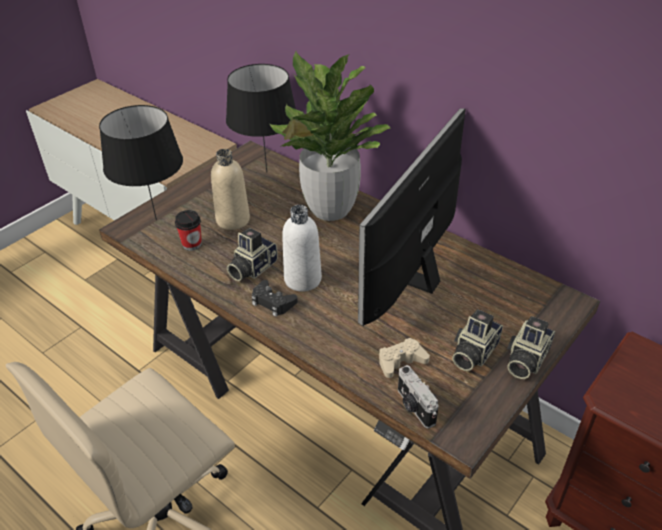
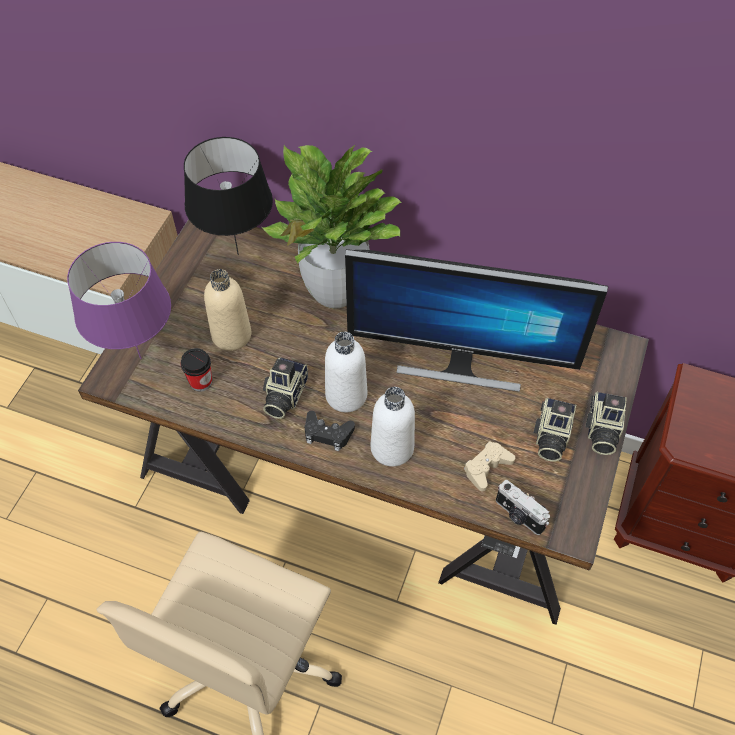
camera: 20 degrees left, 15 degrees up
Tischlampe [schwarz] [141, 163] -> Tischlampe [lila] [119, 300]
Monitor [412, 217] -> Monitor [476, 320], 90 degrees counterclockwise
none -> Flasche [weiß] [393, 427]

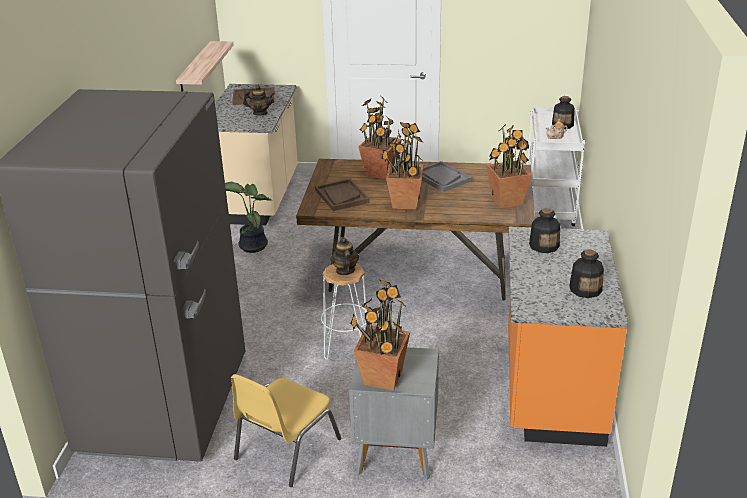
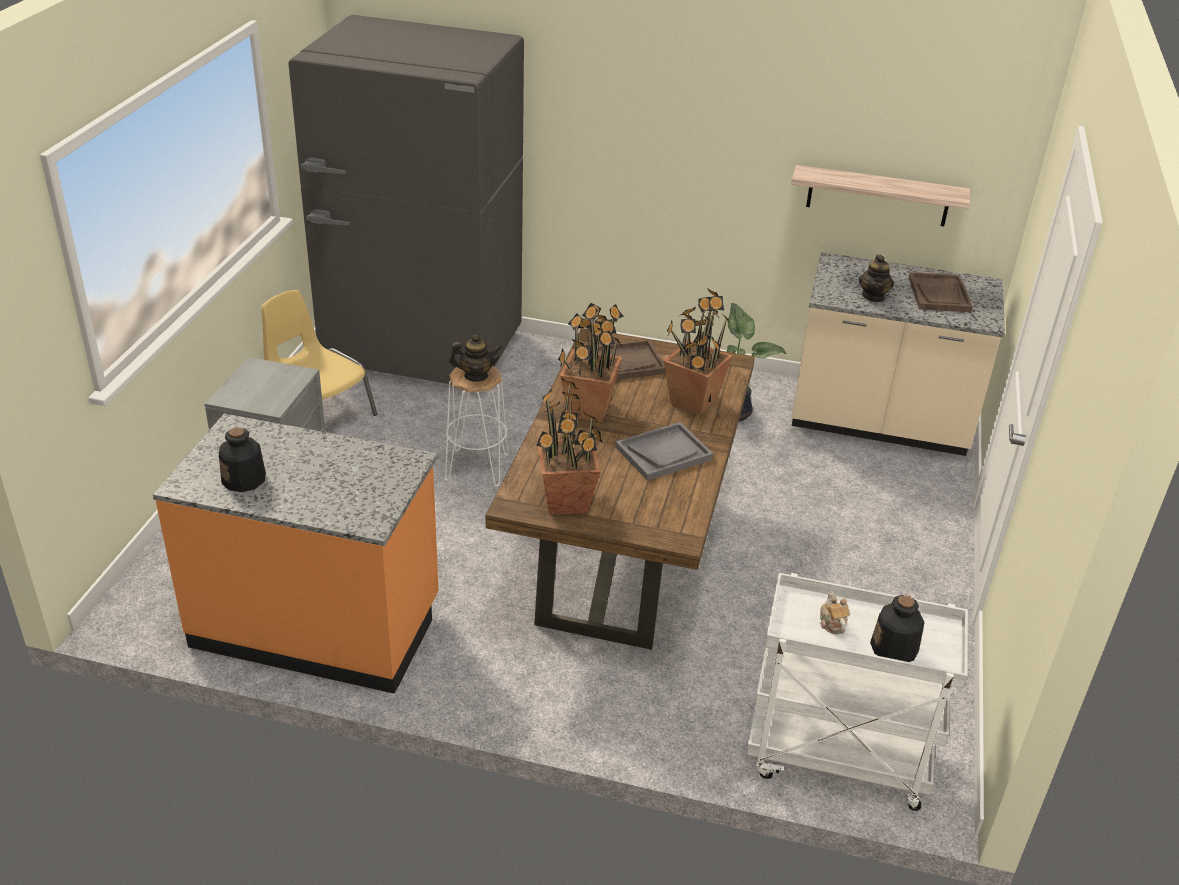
camera: 95 degrees right, 5 degrees up
Flasche [544, 230] -> none
Topfpflanze [380, 335] -> none

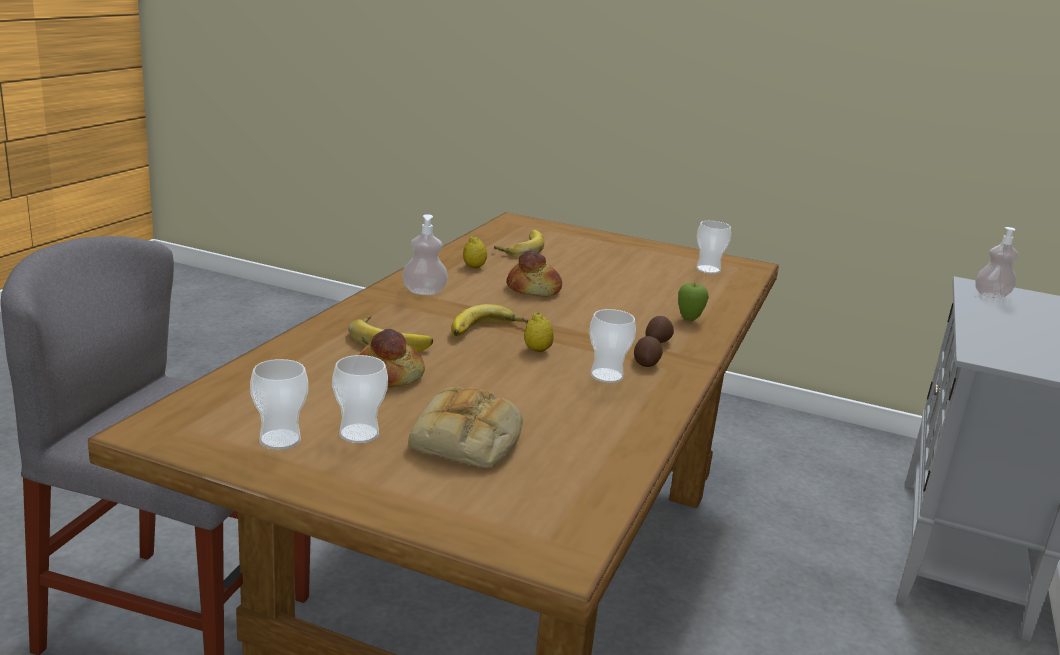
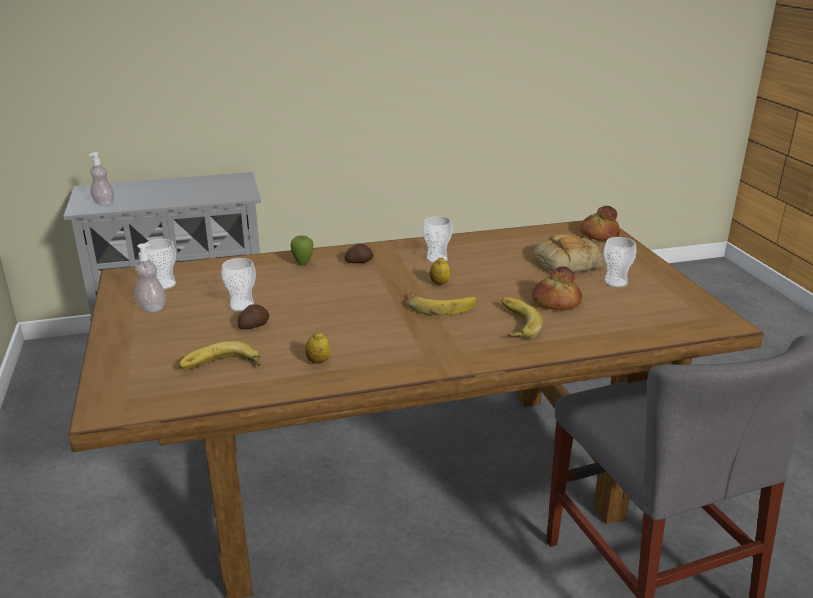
camera: 125 degrees left, 5 degrees up
Seifenspender [425, 254] -> Seifenspender [150, 278], move
Brot [534, 273] -> Brot [599, 223], move
Kartoffel [648, 351] -> Kartoffel [253, 316], move
Tasse [279, 404] -> Tasse [238, 285], move

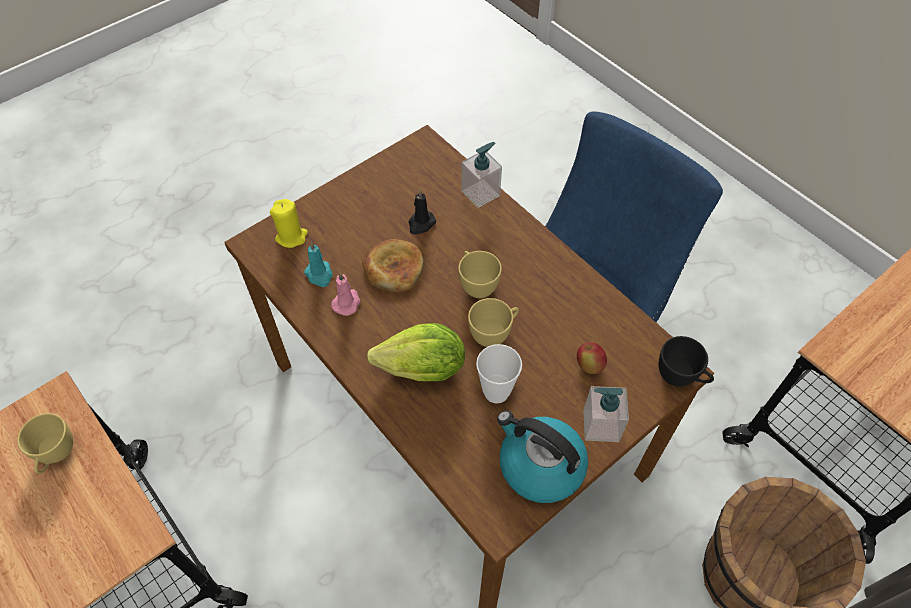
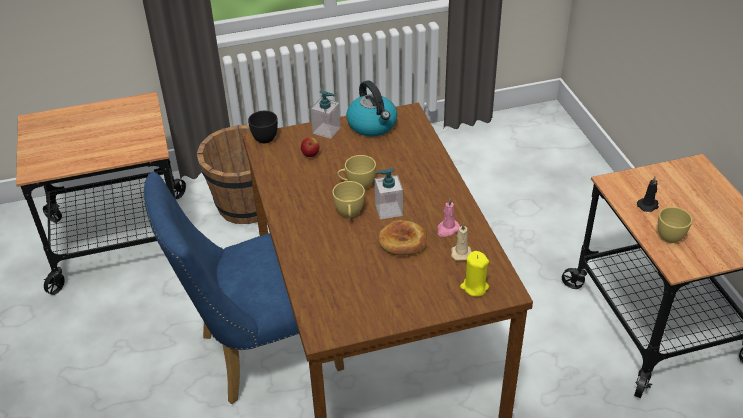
camera: 155 degrees left, 15 degrees down
Seifenspender [481, 175] -> Seifenspender [389, 193], move
Kerze [schwarz] [422, 212] -> Kerze [schwarz] [648, 194], move
Kerze [türkis] [318, 264] -> Kerze [beige] [461, 241]
Salatkopf [416, 352] -> none
Tasse [499, 374] -> none

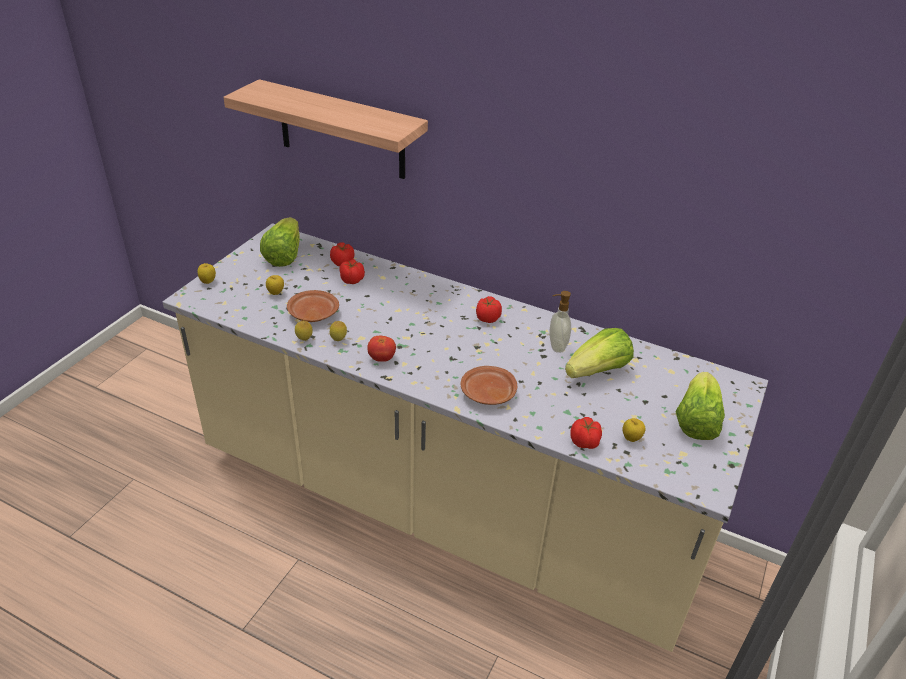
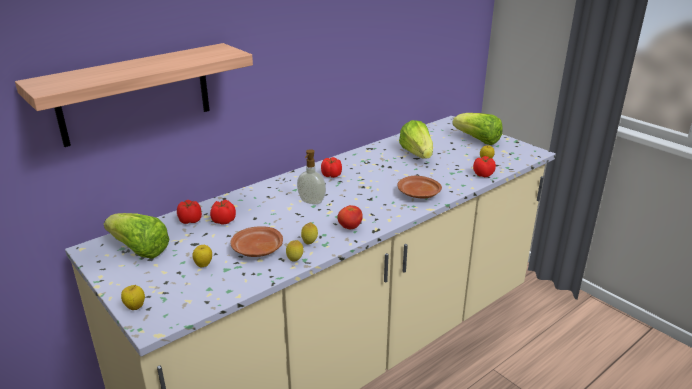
camera: 65 degrees left, 10 degrees down
Seifenspender [560, 322] -> Seifenspender [311, 177], move

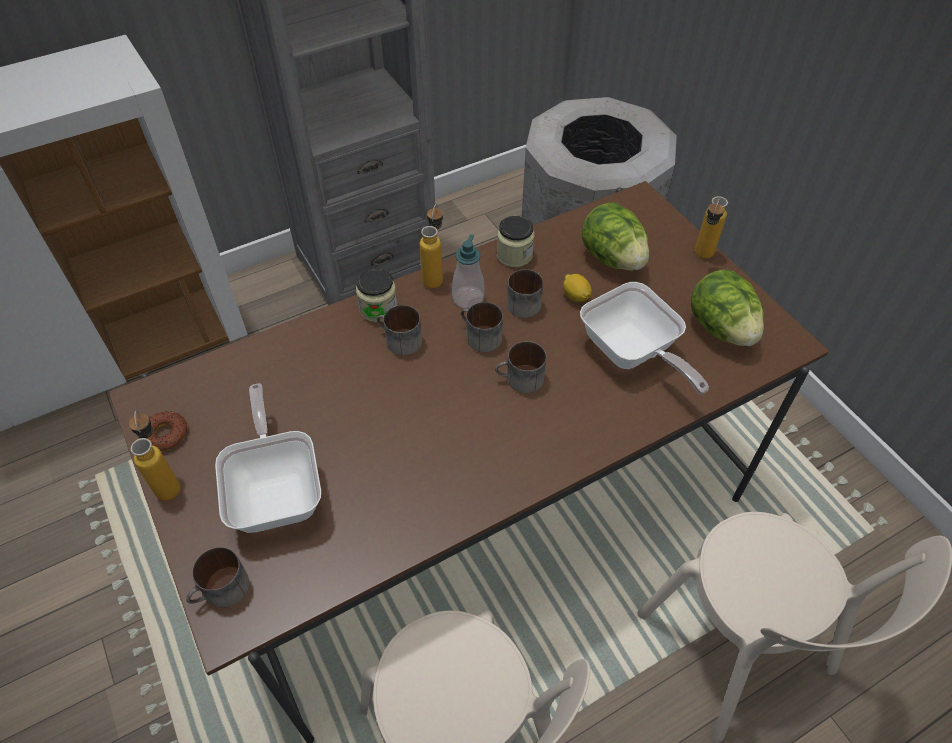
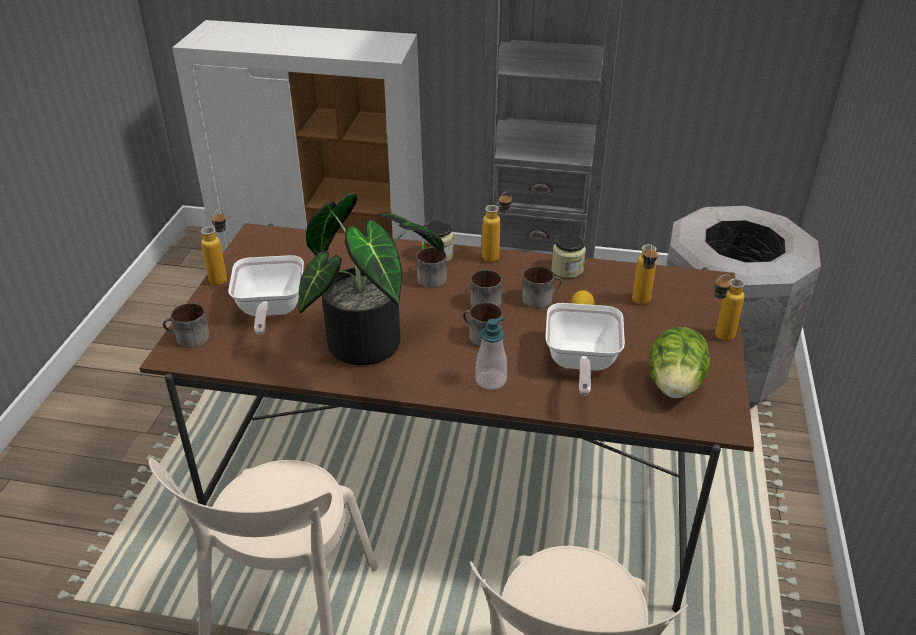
camera: 40 degrees right, 15 degrees down
Salatkopf [615, 236] -> Flasche [645, 275]
Seifenspender [468, 272] -> Seifenspender [491, 353], move
Pfanne [268, 458] -> Pfanne [266, 295], 150 degrees clockwise
Donut [167, 431] -> none
none -> Topfpflanze [371, 279]

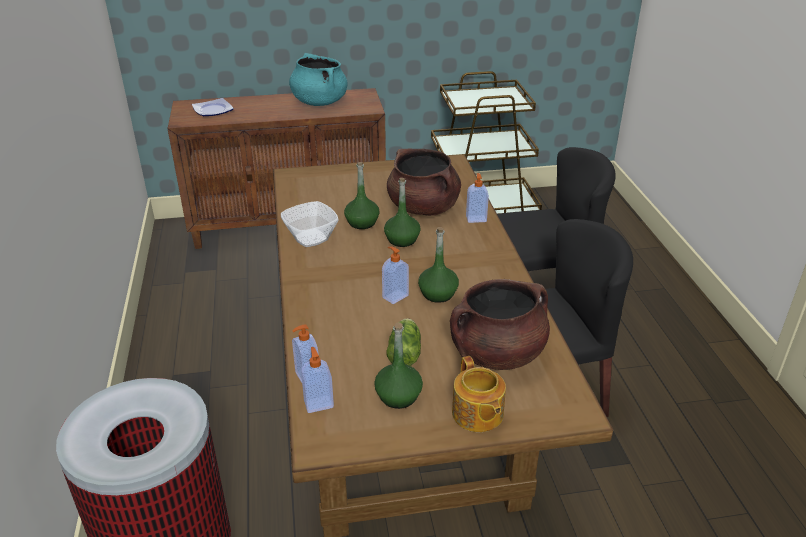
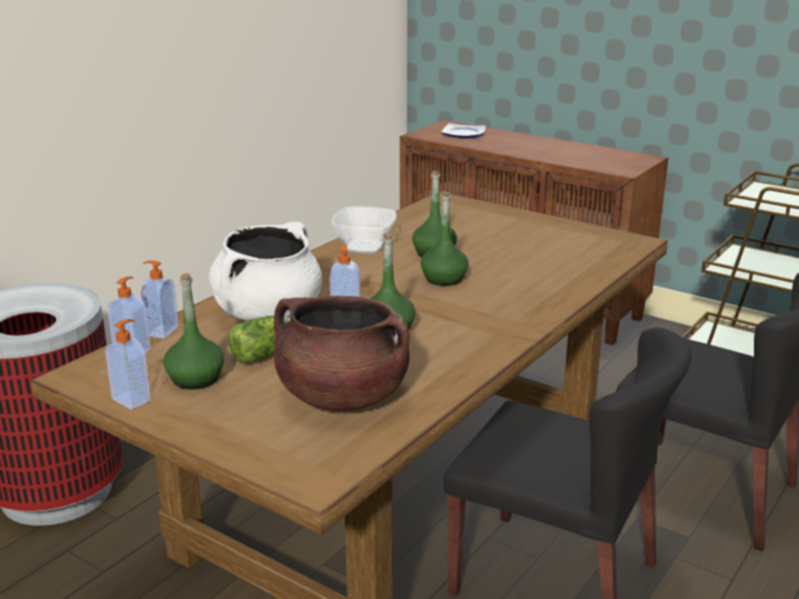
camera: 45 degrees right, 10 degrees down
Kochtopf [türkis] [318, 79] -> none
Kochtopf [braun] [424, 182] -> none
Seifenspender [477, 198] -> Seifenspender [128, 364], move
Teekanne [479, 394] -> none
none -> Kochtopf [weiß] [265, 271]

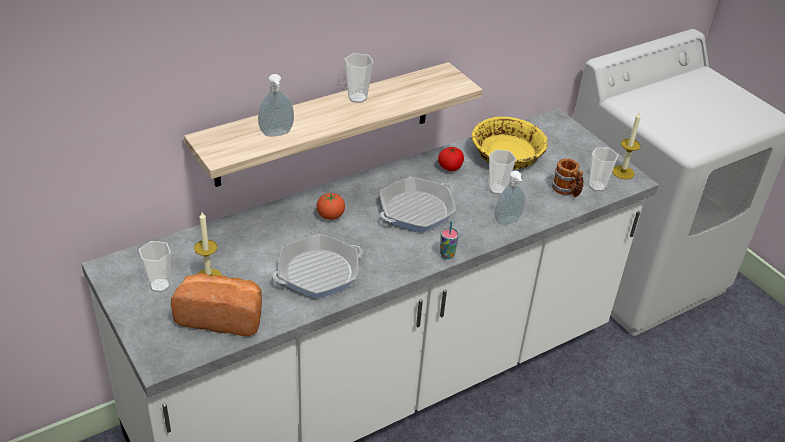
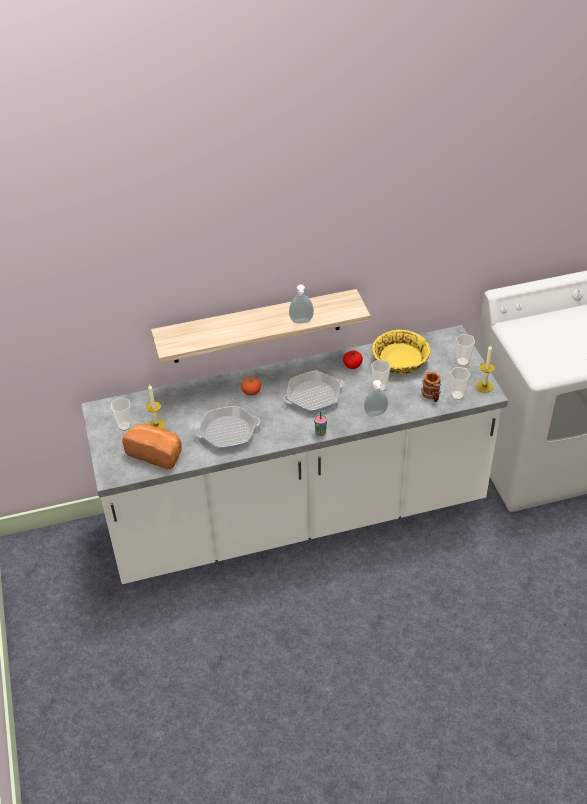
camera: 20 degrees right, 5 degrees up
Tasse [359, 78] -> Tasse [465, 350], move
Seifenspender [276, 105] -> Seifenspender [301, 304], move

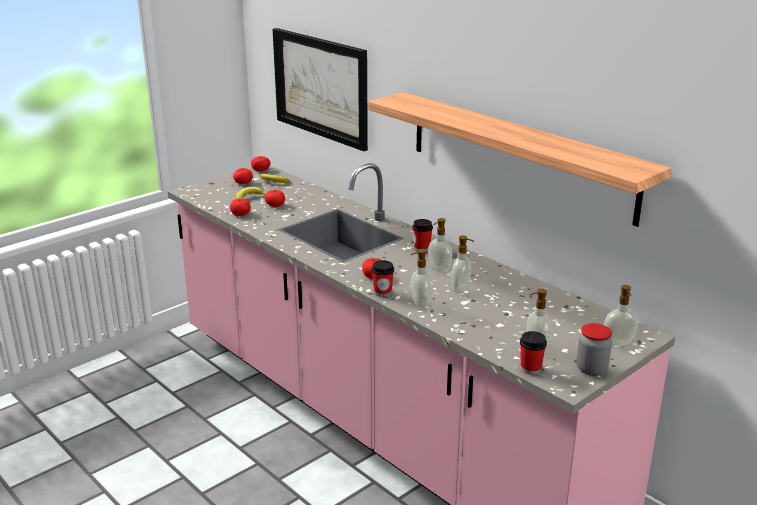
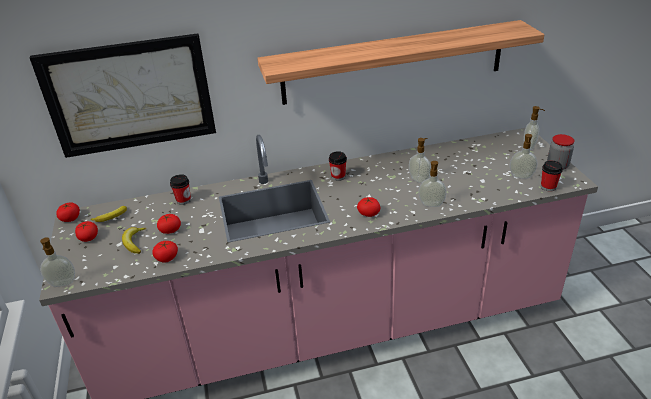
camera: 60 degrees left, 10 degrees up
Seifenspender [440, 245] -> Seifenspender [57, 262], move
Tasse [383, 278] -> Tasse [180, 189], move

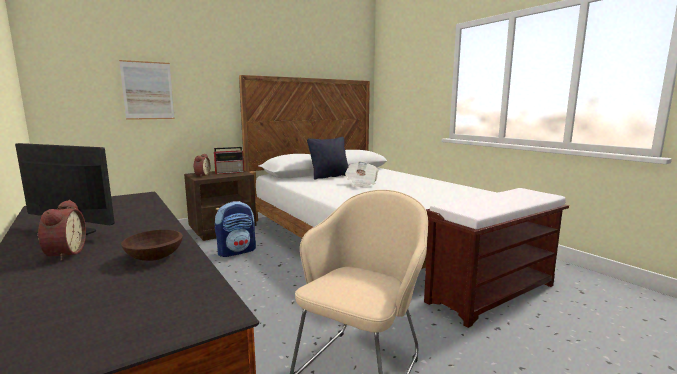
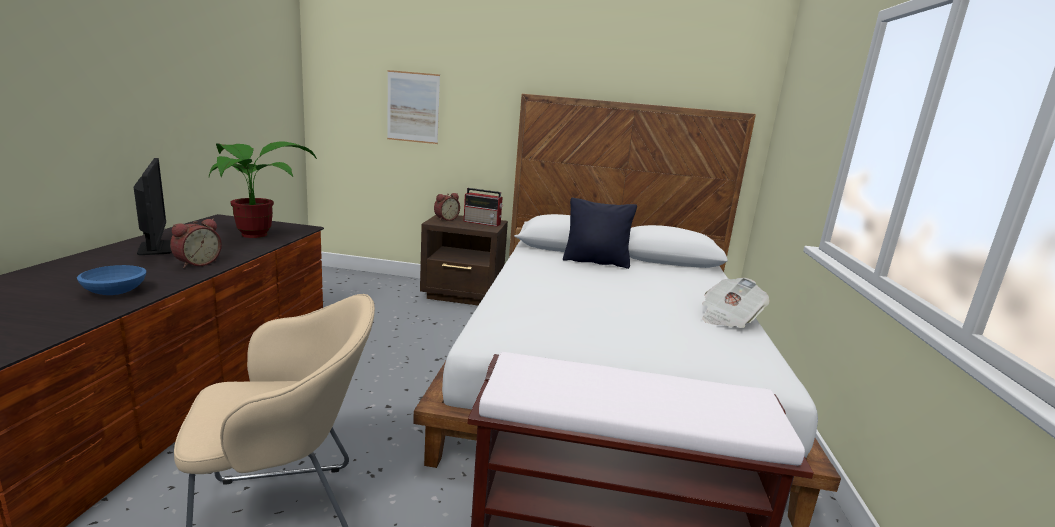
camera: 40 degrees right, 5 degrees up
Zeitung [362, 174] -> Zeitung [736, 303], move
Wecker [61, 230] -> Wecker [196, 243], move
Rucksack [235, 229] -> none
Schüssel [braun] [152, 245] -> Schüssel [blau] [111, 280]
none -> Topfpflanze [263, 190]

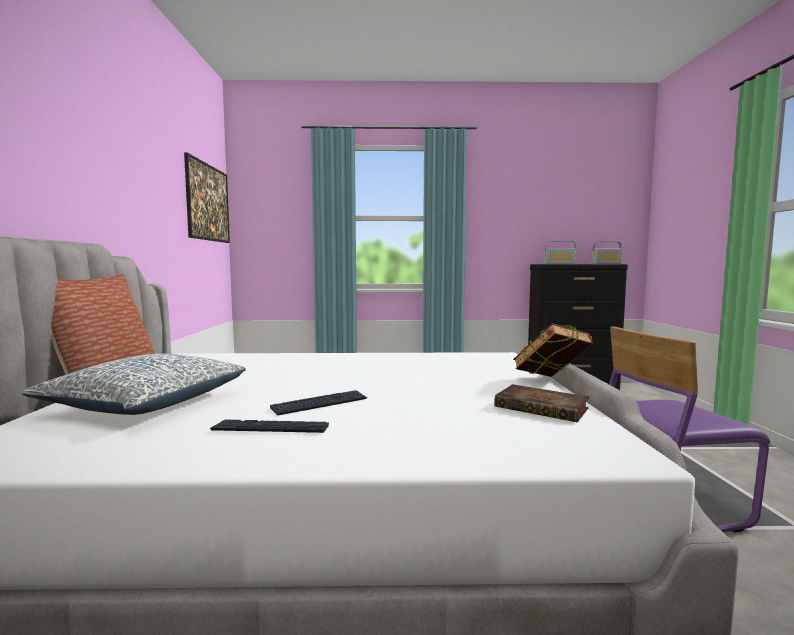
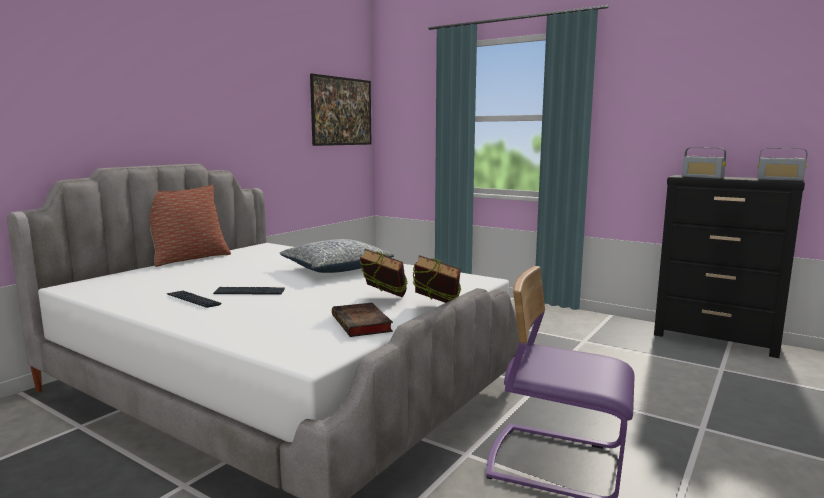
camera: 35 degrees right, 5 degrees up
Kissen [134, 384] -> Kissen [337, 256], move
none -> Buch [383, 273]

